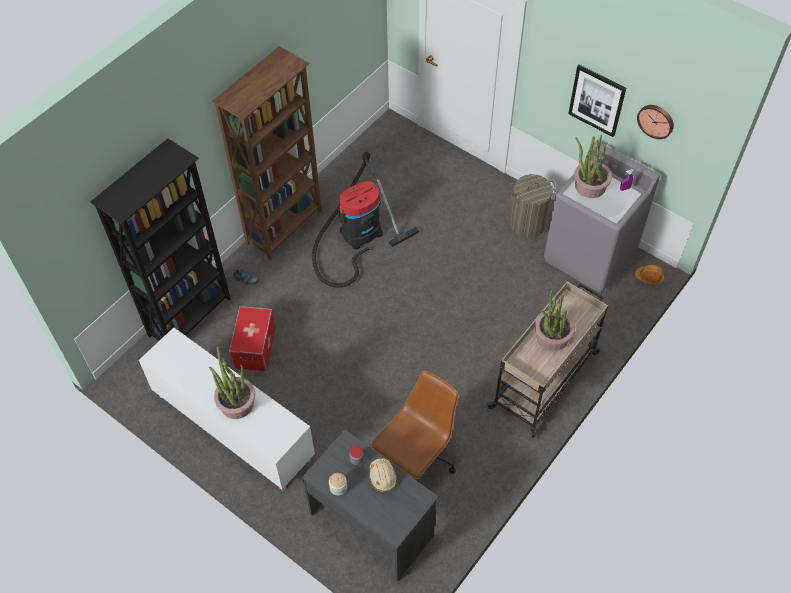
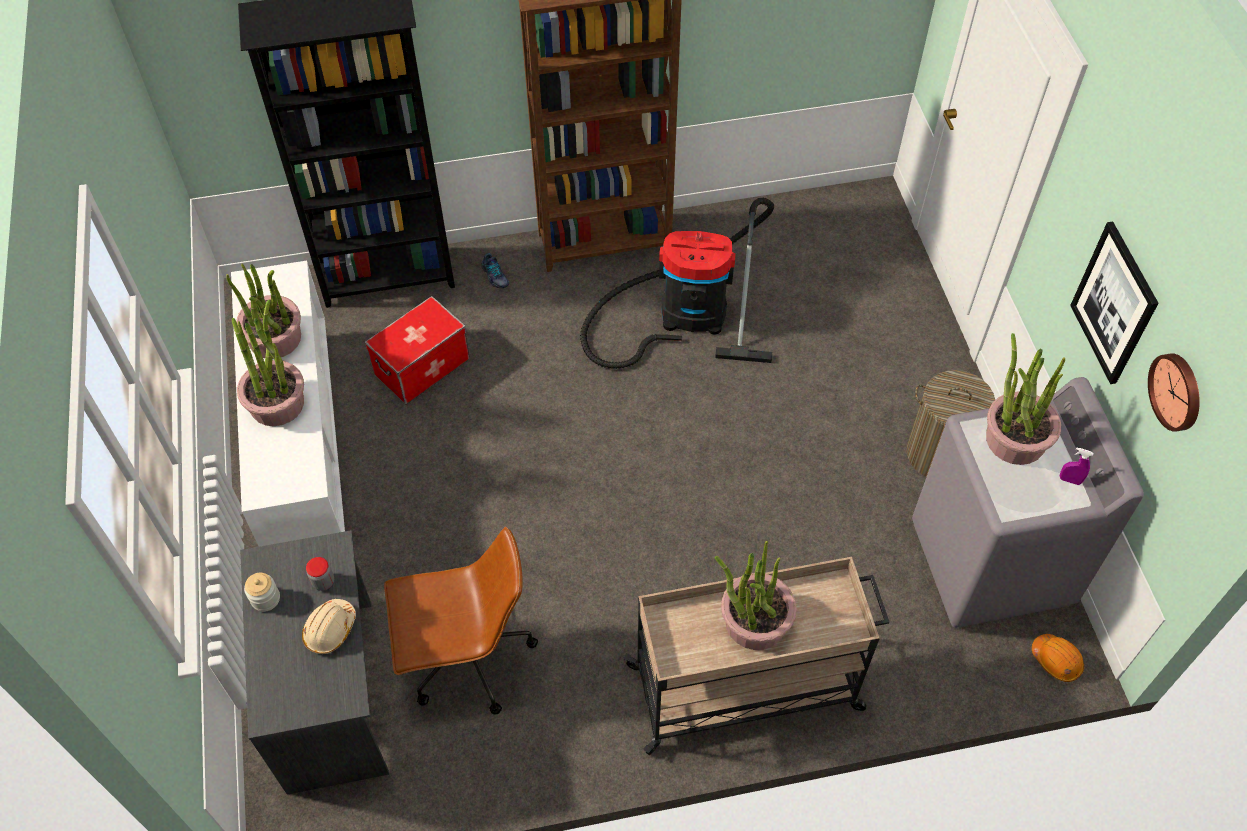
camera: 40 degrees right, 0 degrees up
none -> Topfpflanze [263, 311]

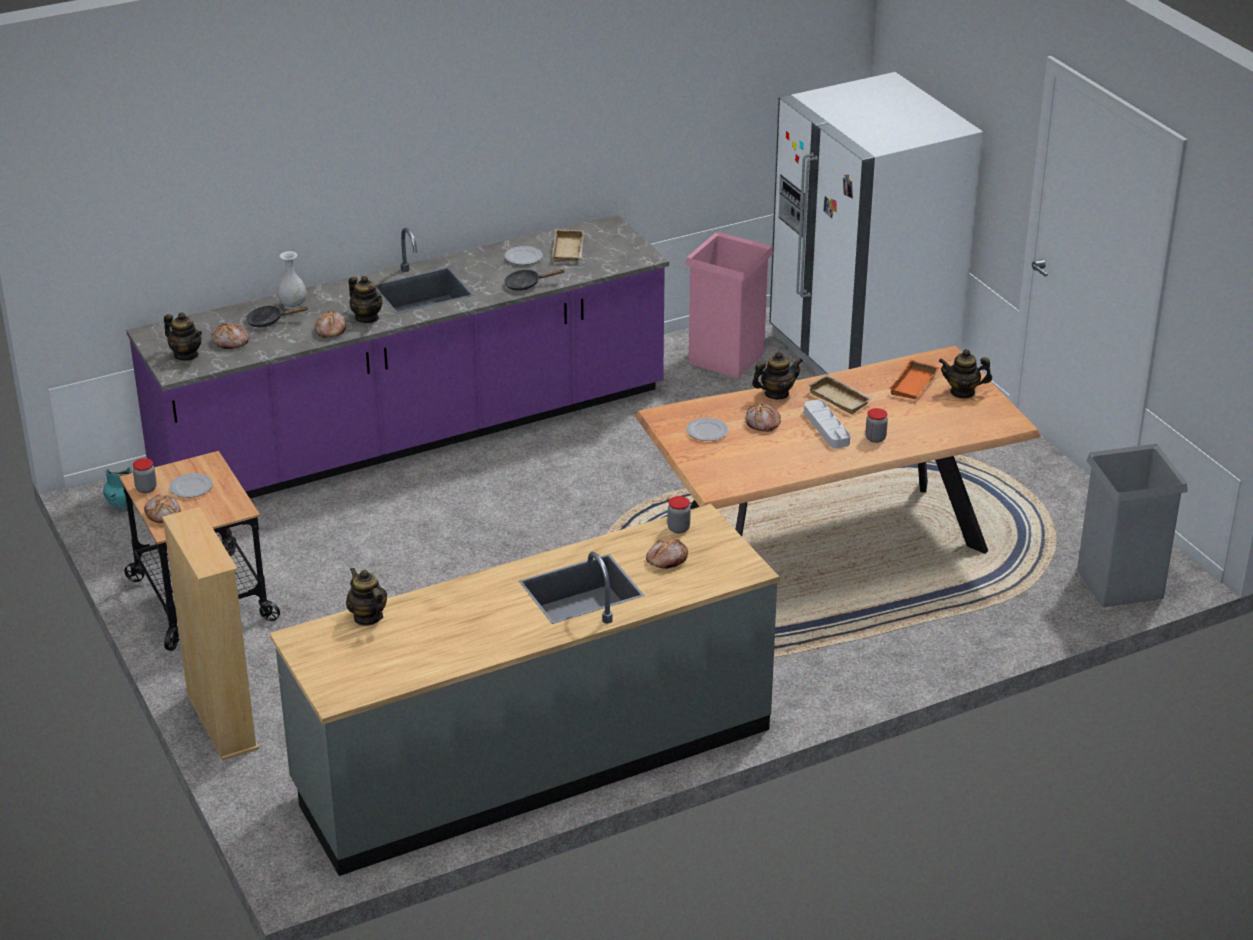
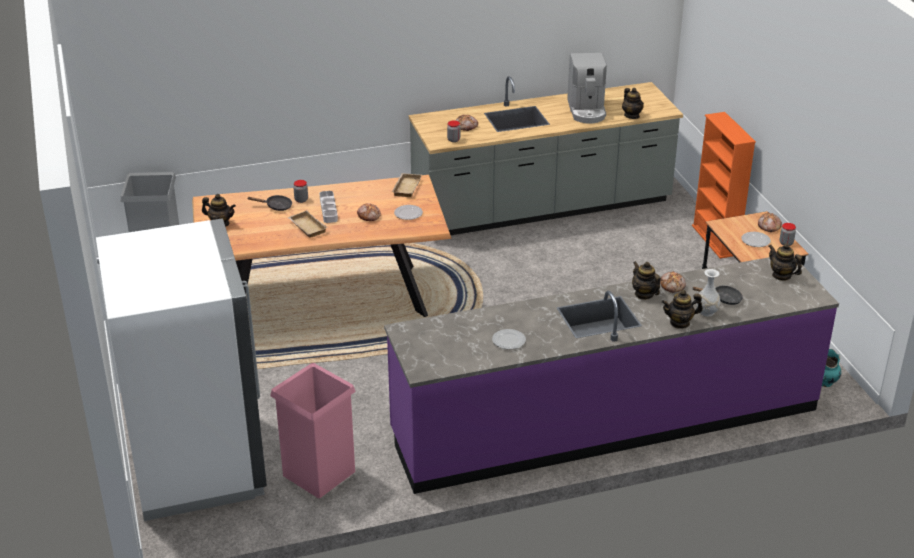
camera: 170 degrees left, 0 degrees up
Tablett [beige] [568, 245] -> Tablett [beige] [407, 185], move
Pfanne [schwarz] [534, 280] -> Pfanne [schwarz] [270, 203], move
Brot [230, 336] -> none
Teekanne [777, 375] -> Teekanne [682, 309], move
Tablett [orange] [914, 379] -> none
Bücherregal [beige] [210, 634] -> Bücherregal [orange] [724, 185]
none -> Kaffeemaschine [587, 88]

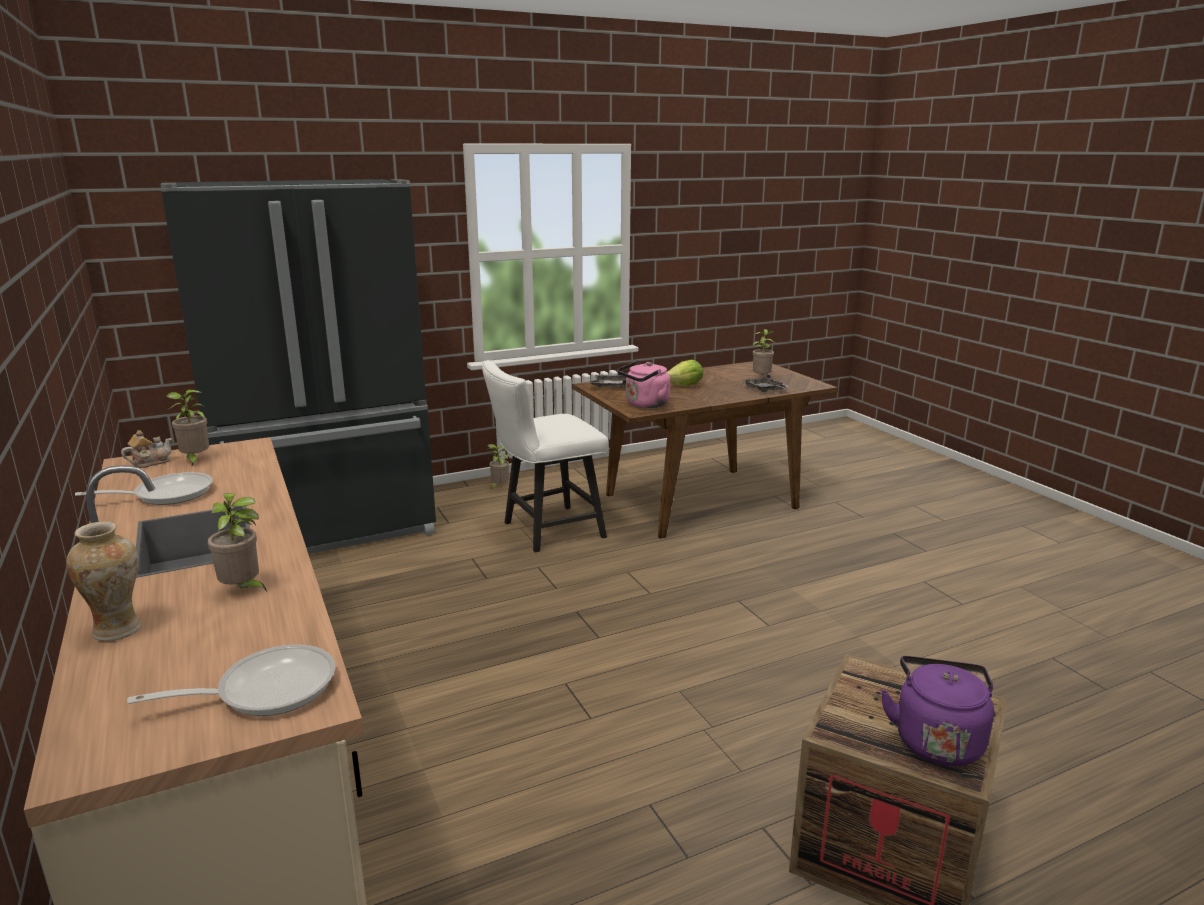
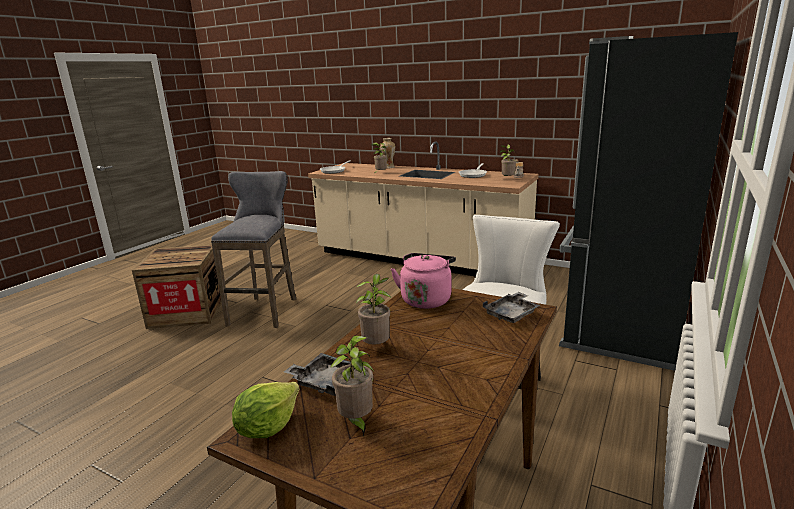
camera: 145 degrees right, 0 degrees up
Salatkopf [685, 373] -> Salatkopf [265, 410], move
Topfpflanze [498, 467] -> Topfpflanze [373, 309], move
Wasserkessel [lila] [937, 711] -> none
none -> Hocker [grau] [253, 249]

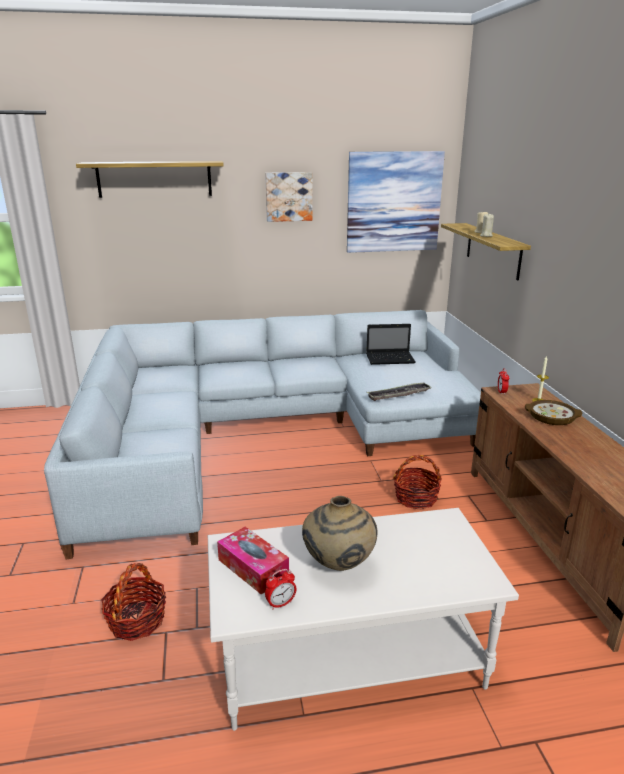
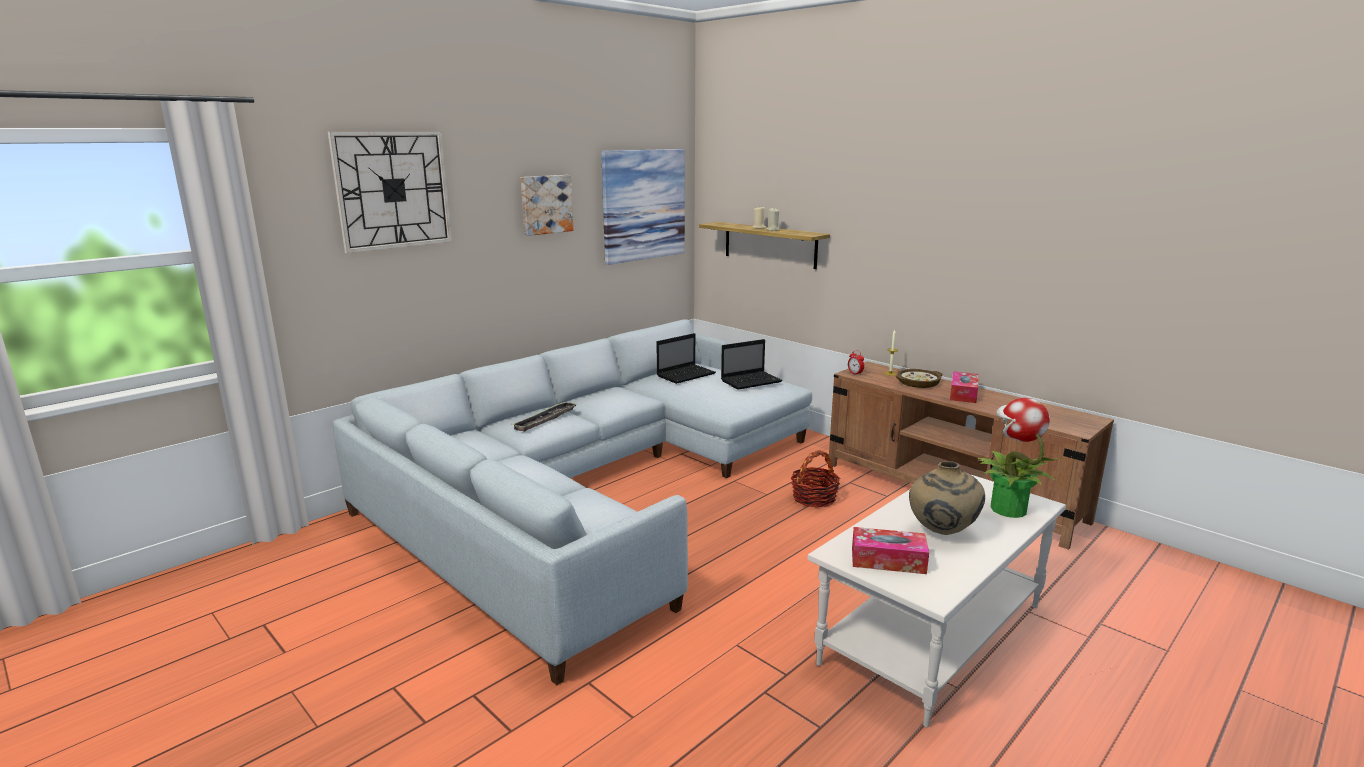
camera: 35 degrees left, 5 degrees down
Wandregal [150, 179] -> Wanduhr [390, 192]
Tablett [399, 392] -> Tablett [544, 416], move
Korb [133, 602] -> none
Wecker [280, 589] -> none
none -> Laptop [751, 364]
none -> Taschentuchbox [964, 387]
none -> Topfpflanze [1018, 458]

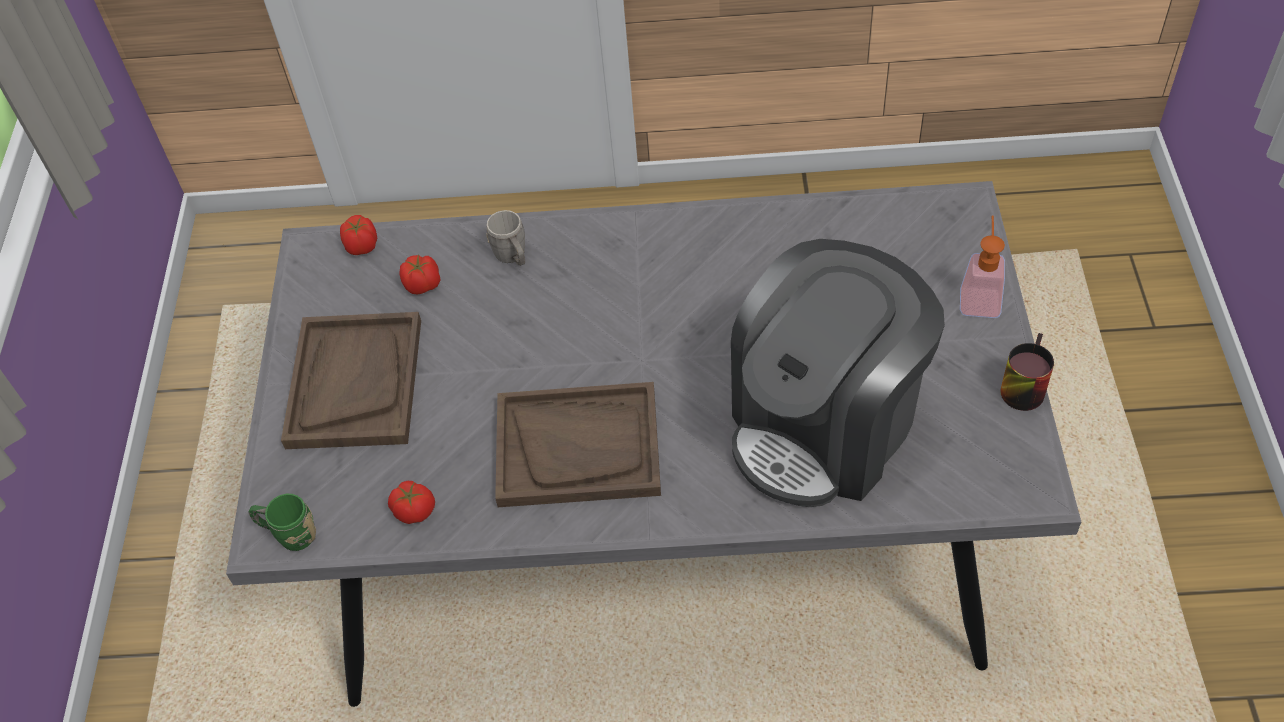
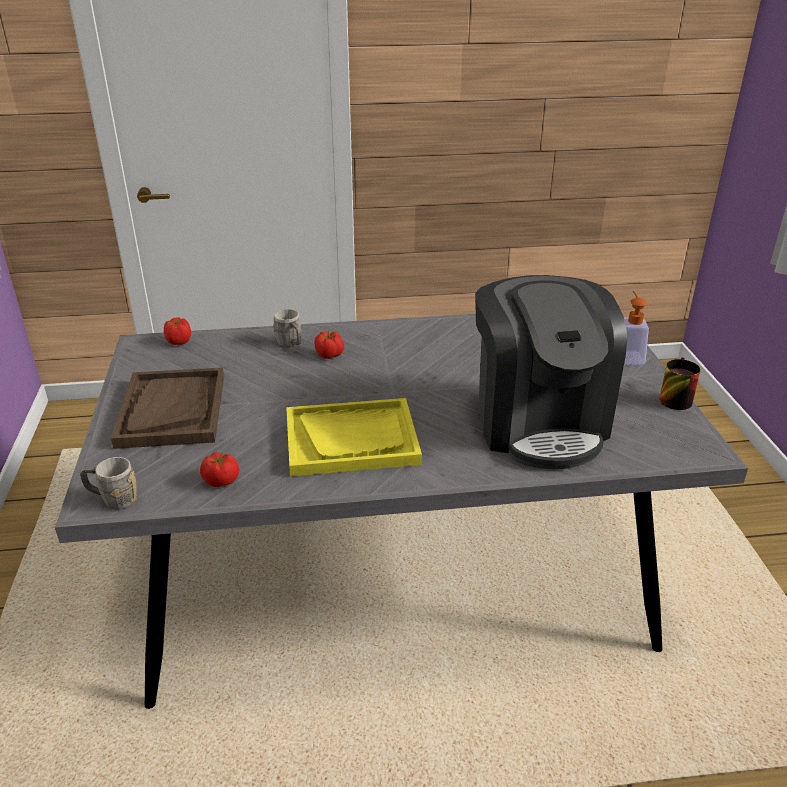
camera: 10 degrees left, 20 degrees down
Kaffeemaschine [838, 373] -> Kaffeemaschine [551, 372], 45 degrees counterclockwise
Tomate [420, 275] -> Tomate [329, 345], move
Tablett [braun] [578, 444] -> Tablett [gelb] [354, 437]
Henkelbecher [grün] [282, 522] -> Henkelbecher [grau] [108, 483]

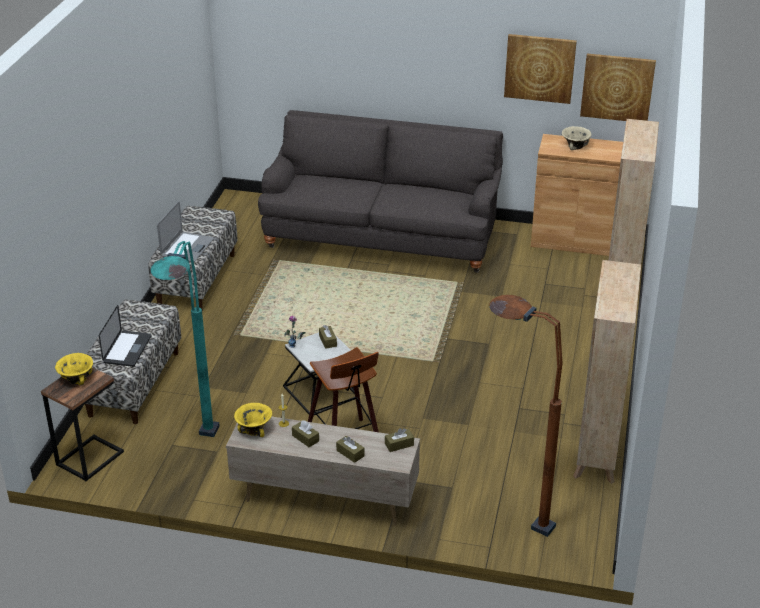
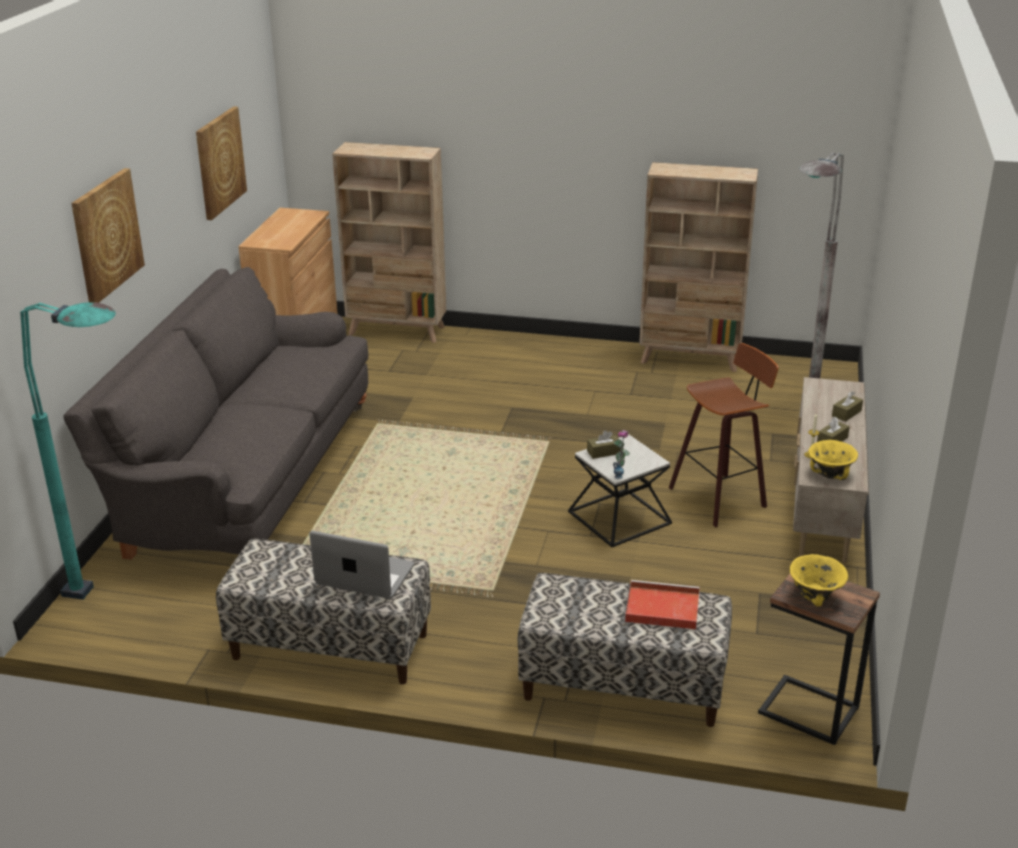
camera: 90 degrees left, 5 degrees down
Bild [618, 87] -> Bild [108, 235], move
Schüssel [beige] [577, 138] -> none
Stehlampe [türkis] [185, 339] -> Stehlampe [türkis] [68, 451], move
Stehlampe [braun] [526, 416] -> Stehlampe [grau] [821, 265]
Laptop [125, 336] -> Tablett [rot] [662, 604]
Taschentuchbox [braun] [399, 440] -> none

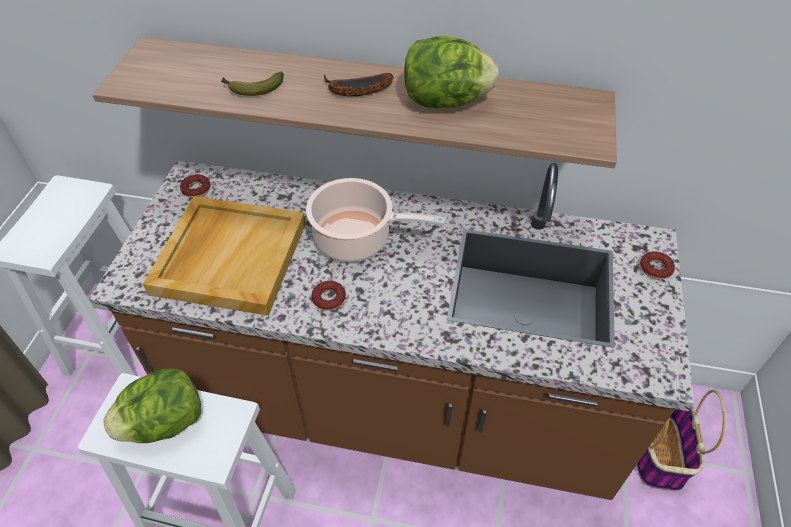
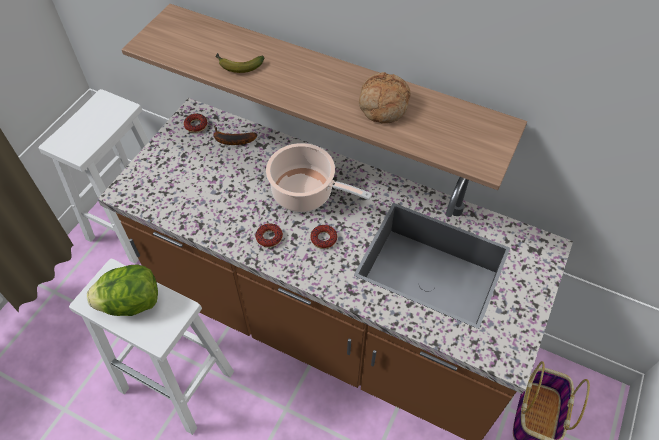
camera: 15 degrees right, 5 degrees up
Salatkopf [451, 72] -> Brot [384, 98]
Banane [358, 84] -> Banane [235, 135], move
Tablett [beige] [224, 256] -> none
Donut [657, 265] -> Donut [323, 237], move

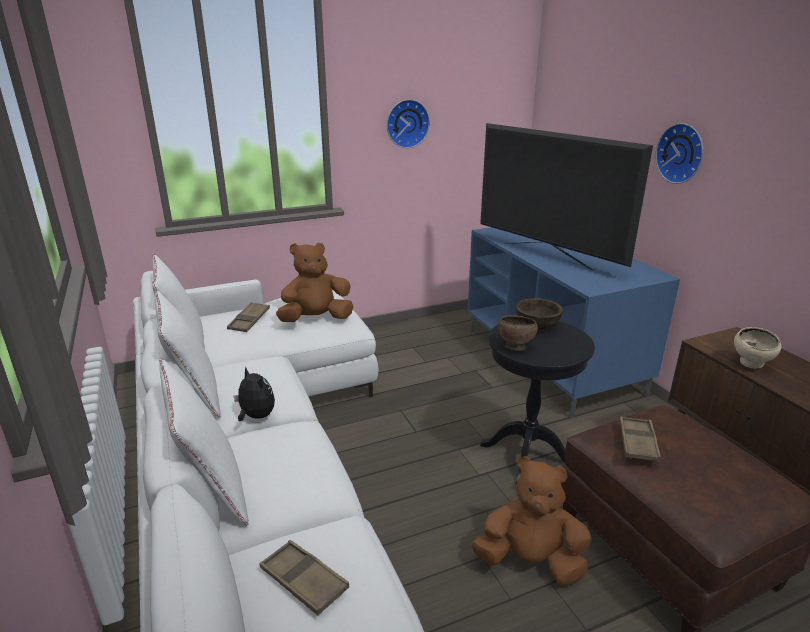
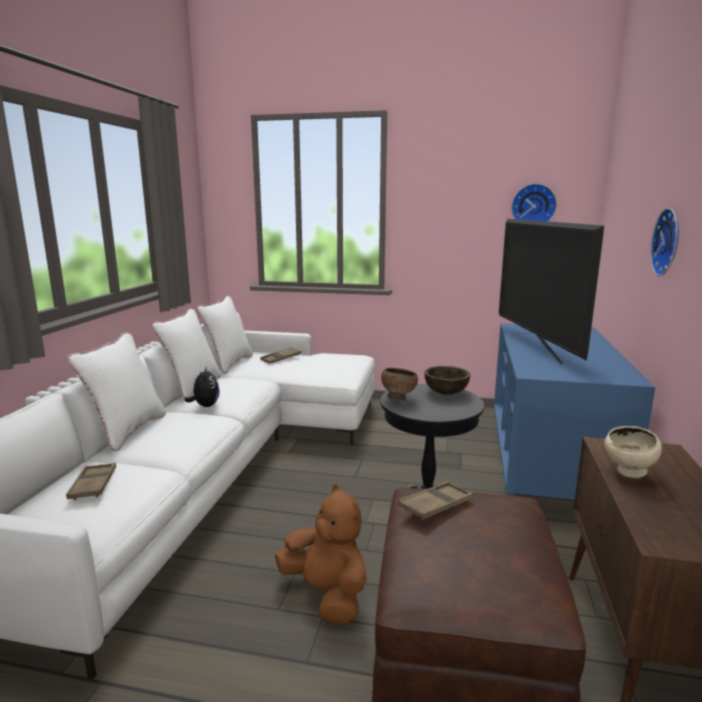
camera: 35 degrees right, 10 degrees down
Wanduhr [408, 123] -> Wanduhr [534, 202], move
Plüschtier [braun] [315, 282] -> none

